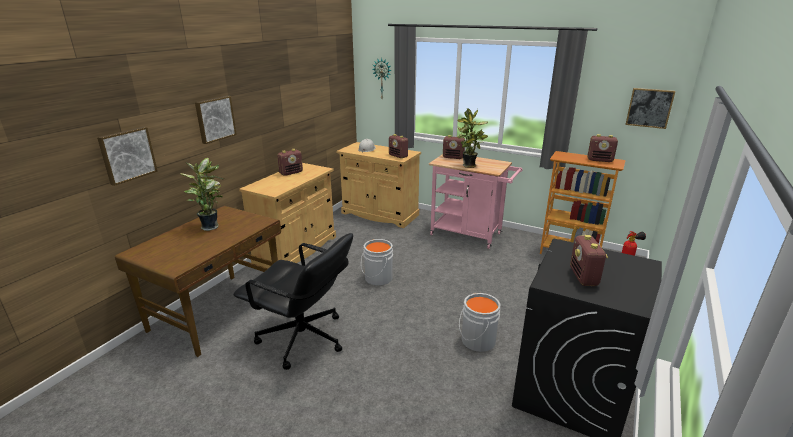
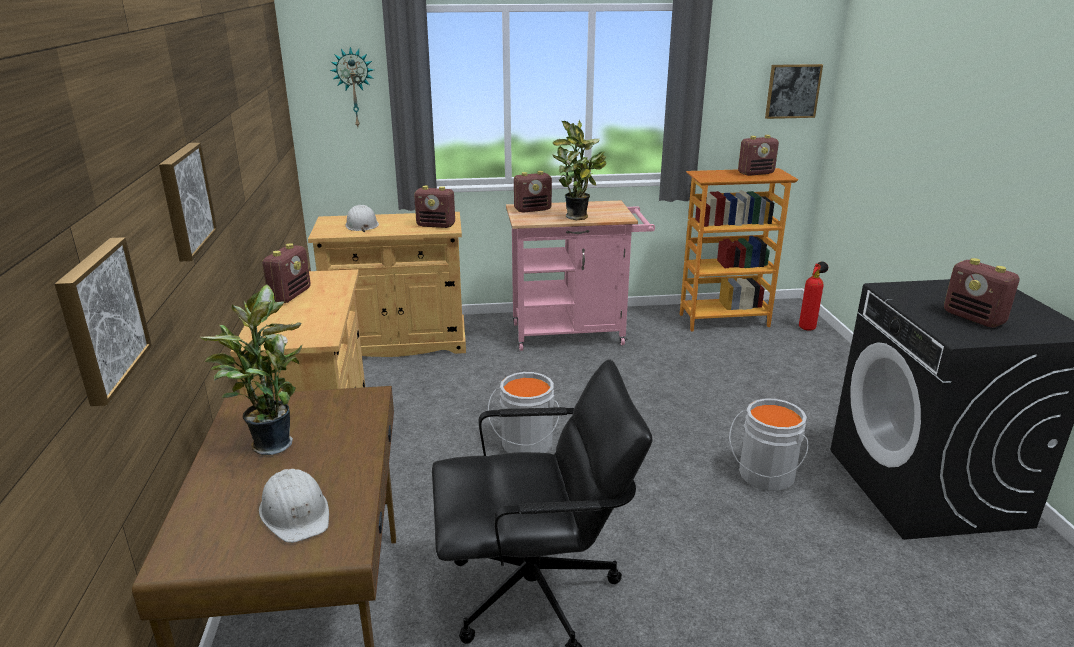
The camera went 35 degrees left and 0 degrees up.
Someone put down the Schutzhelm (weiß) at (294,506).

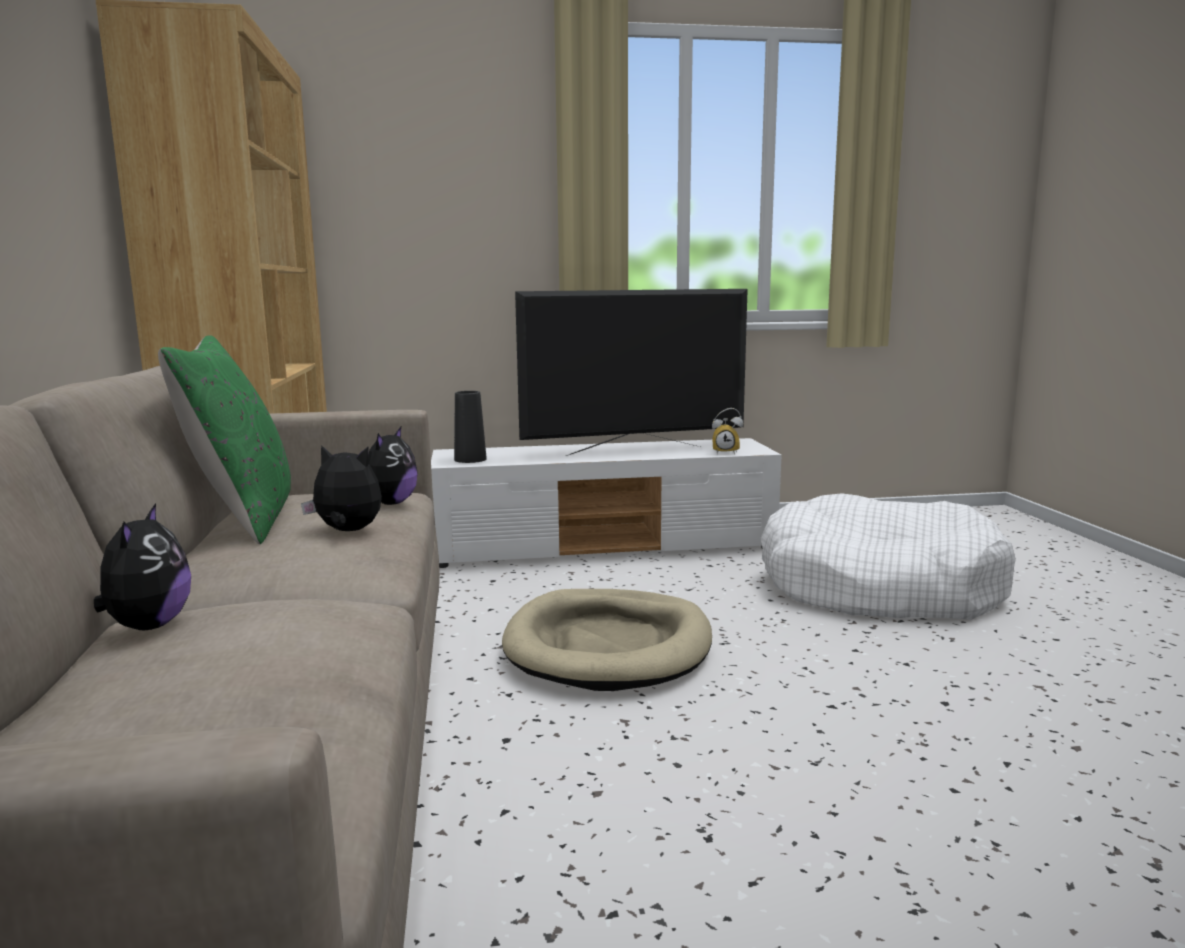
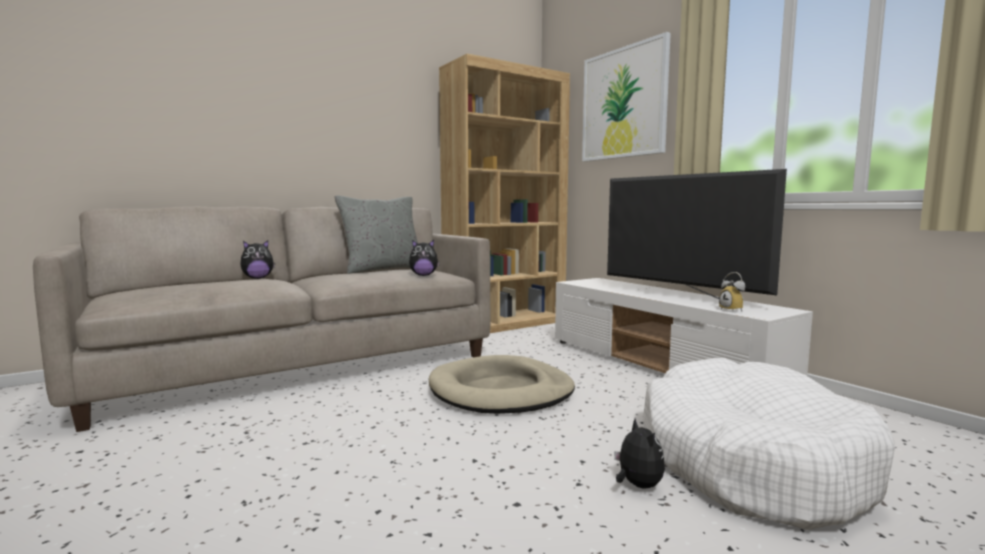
The camera went 65 degrees right and 5 degrees down.
Someone took away the Vase (schwarz) at (470,427).
Someone put up the Bild at (626,97).
Someone carried the Plüschtier from (341,488) to (639,453).
Someone repainted the Kissen (grün) at (224,439), which became the Kissen (grau) at (376,235).

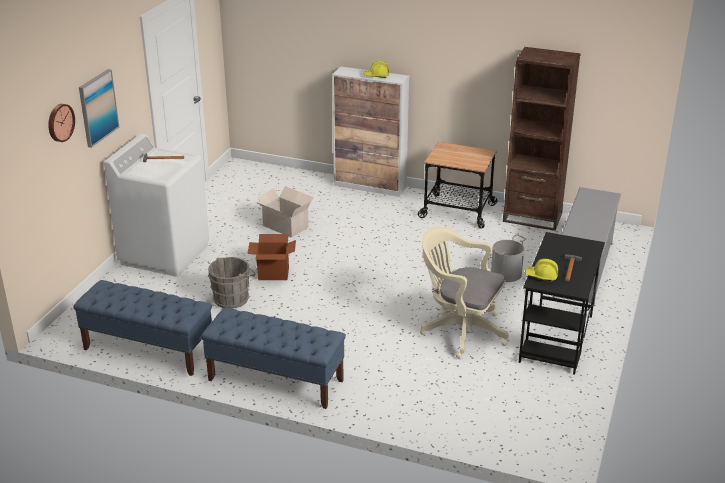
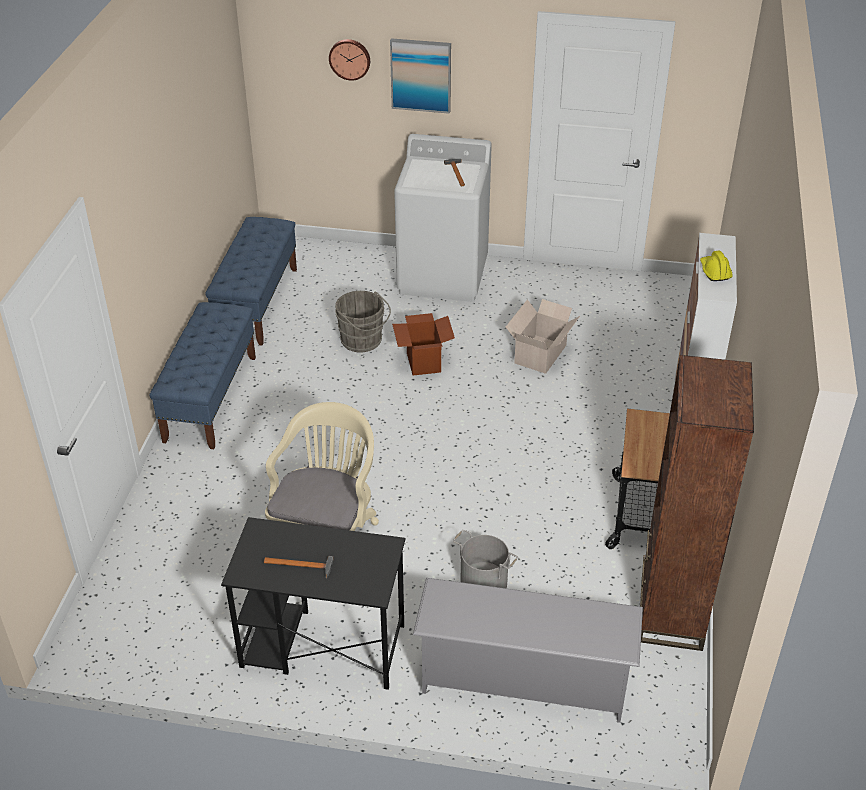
The camera went 80 degrees right and 10 degrees up.
Someone took away the Schutzhelm (gelb) at (541,270).

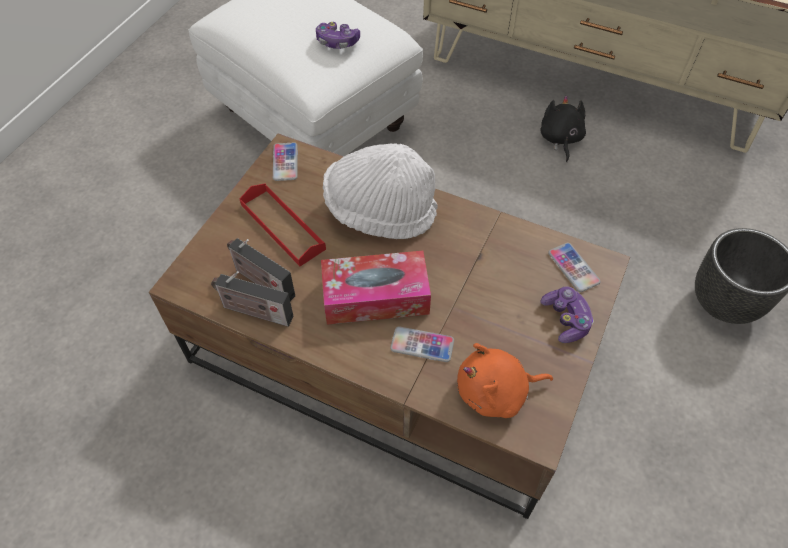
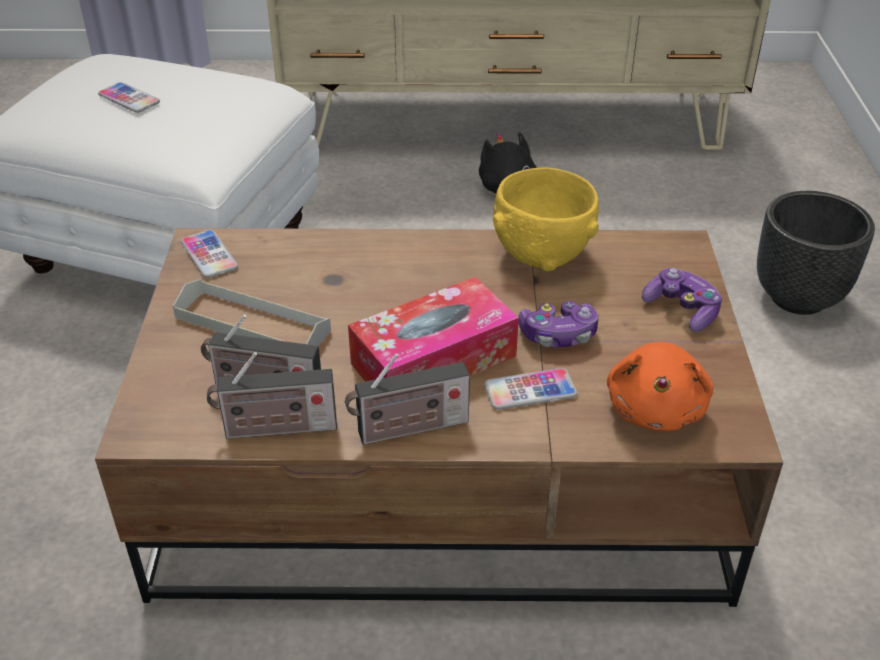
The camera went 25 degrees left and 15 degrees down.
Someone took away the Hut (weiß) at (380,191).
Someone put down the Radio at (407,399).
Someone put down the Schüssel (gelb) at (546,219).
Someone carried the Gamepad from (338,35) to (558,324).
Someone carried the Handy from (574,267) to (129,97).
Someone repainted the Tablett (rot) at (282,224), which became the Tablett (grau) at (252,313).
Someone rotated the Plüschtier (orange) at (505,380) by 45 degrees counterclockwise.

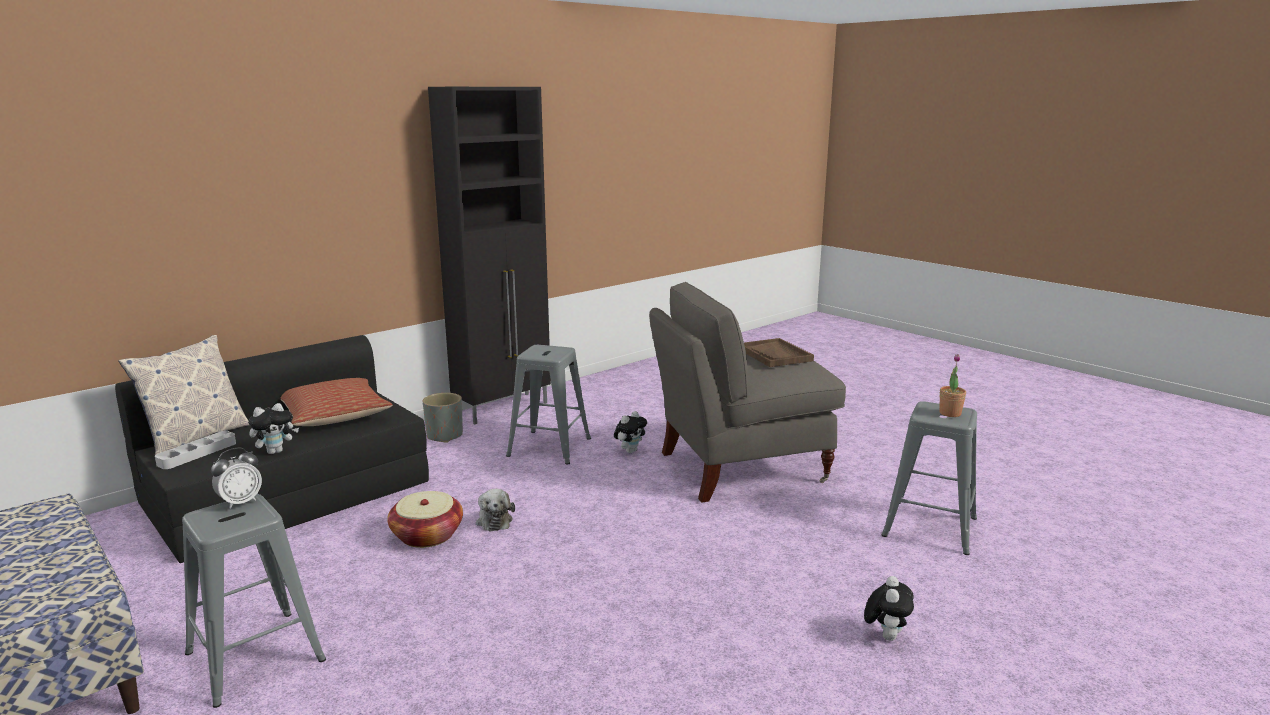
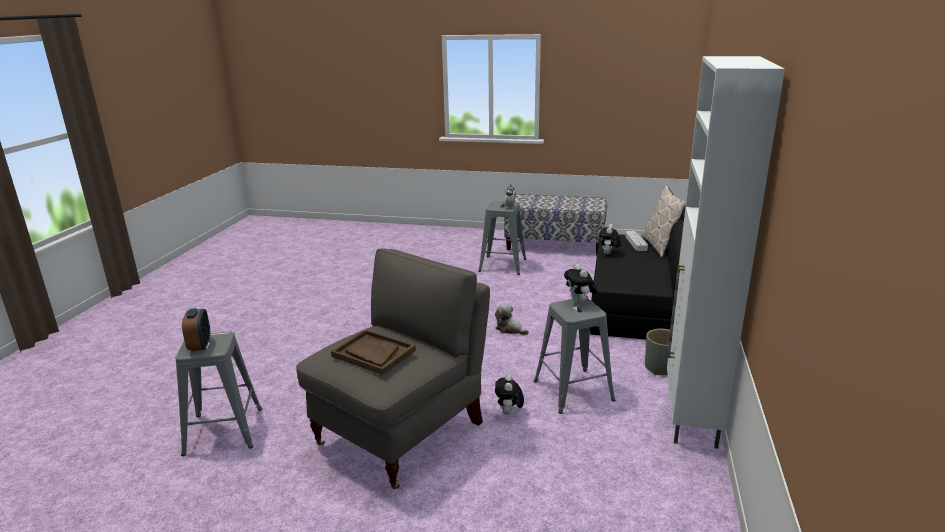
The camera went 145 degrees right and 5 degrees up.
Someone took away the Kissen at (337,402).
Someone took away the Korb at (425,519).
Someone carried the Plüschtier from (889,608) to (580,284).
Someone swapped the Topfpflanze at (952,385) for the Wecker at (196,329).
Someone repainted the Schrank (schwarz) at (489,255), which became the Schrank (weiß) at (726,252).

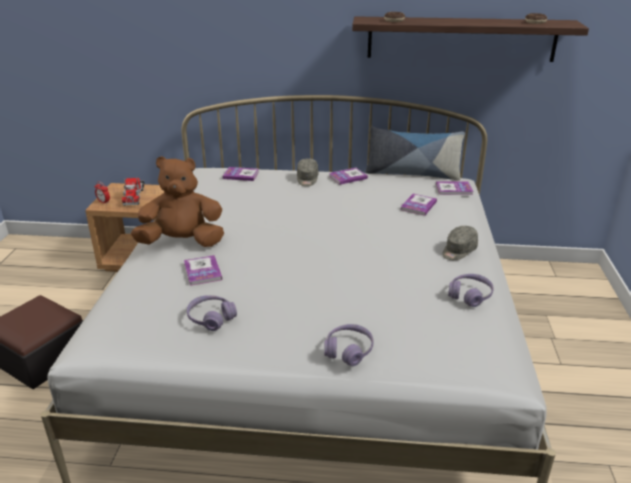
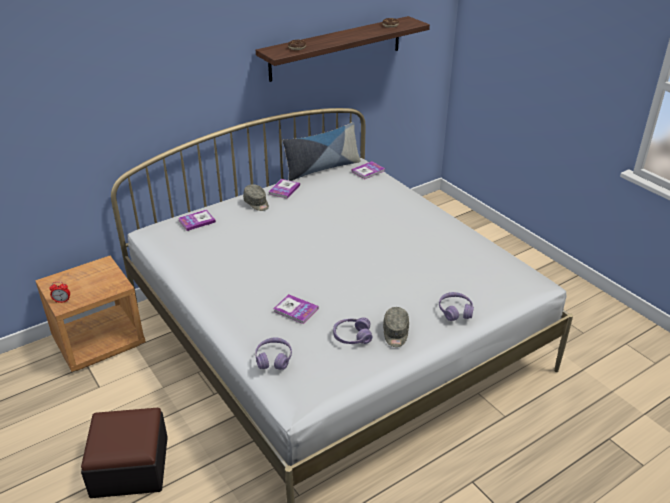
The camera went 40 degrees left and 5 degrees up.
Someone took away the Spielzeuglaster at (133,192).
Someone took away the Plüschtier (braun) at (177,201).
Someone took away the Buch at (419,204).
Someone carried the Kappe (grau) from (460,243) to (396,327).
Someone carried the Kopfhörer (lila) from (471,290) to (273,354).

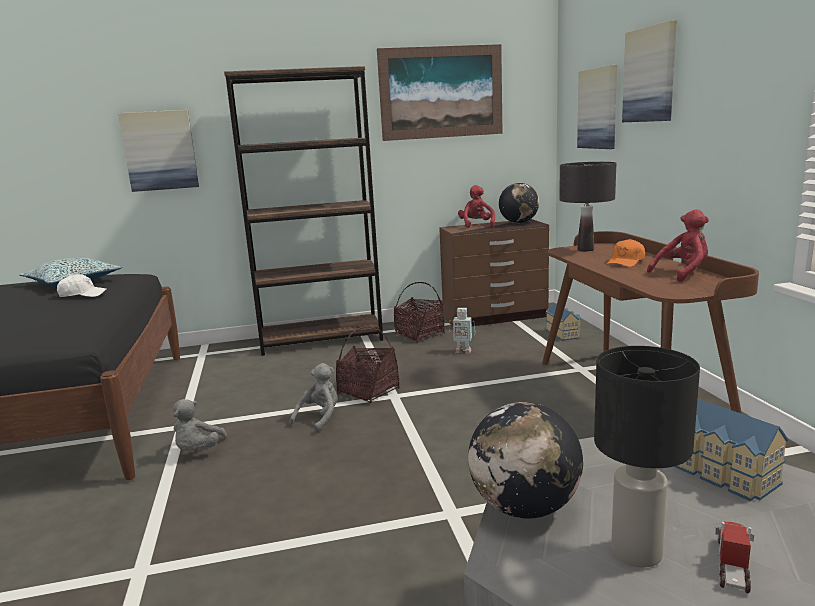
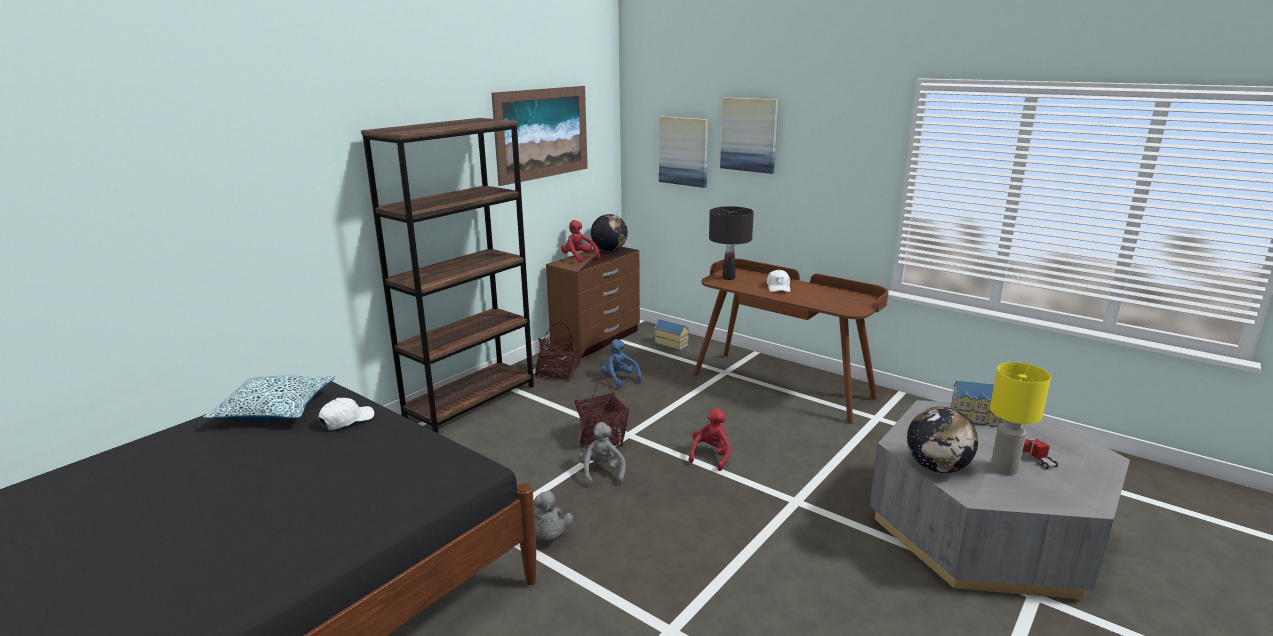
The camera went 40 degrees left and 5 degrees up.
Someone took away the Bild at (158,151).
Someone carried the Plüschtier (rot) from (678,245) to (710,439).
Someone swapped the Spielzeugroboter at (462,331) for the Plüschtier (blau) at (621,363).
Someone repainted the Tischlampe (schwarz) at (647,457), which became the Tischlampe (gelb) at (1020,418).
Someone repainted the Kappe (orange) at (625,253), which became the Kappe (weiß) at (778,281).

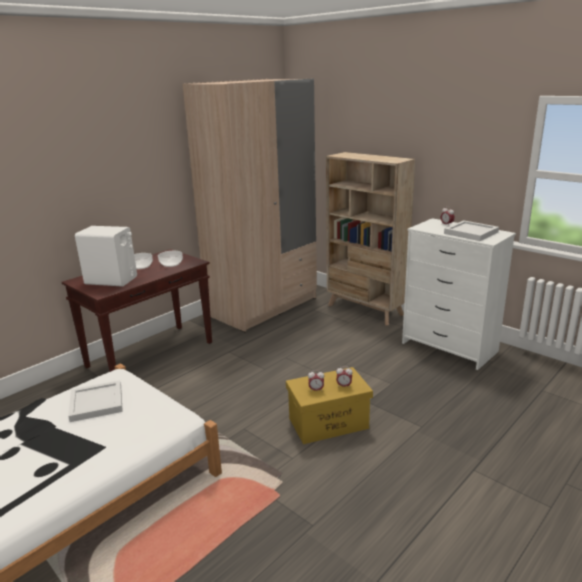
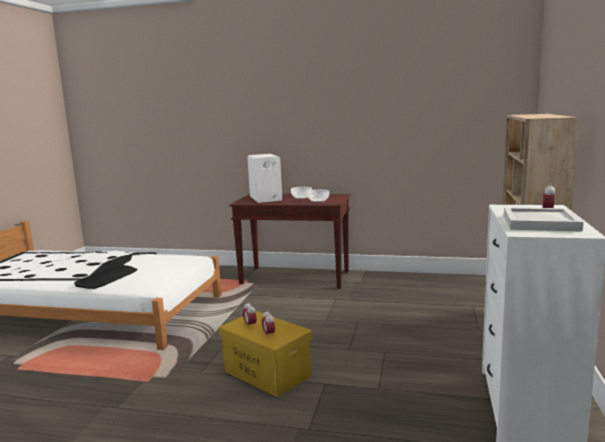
The camera went 60 degrees right and 10 degrees down.
Someone took away the Tablett (weiß) at (95,401).
Someone took away the Kleiderschrank (beige) at (249,205).
Someone put down the Tastatur at (105,276).

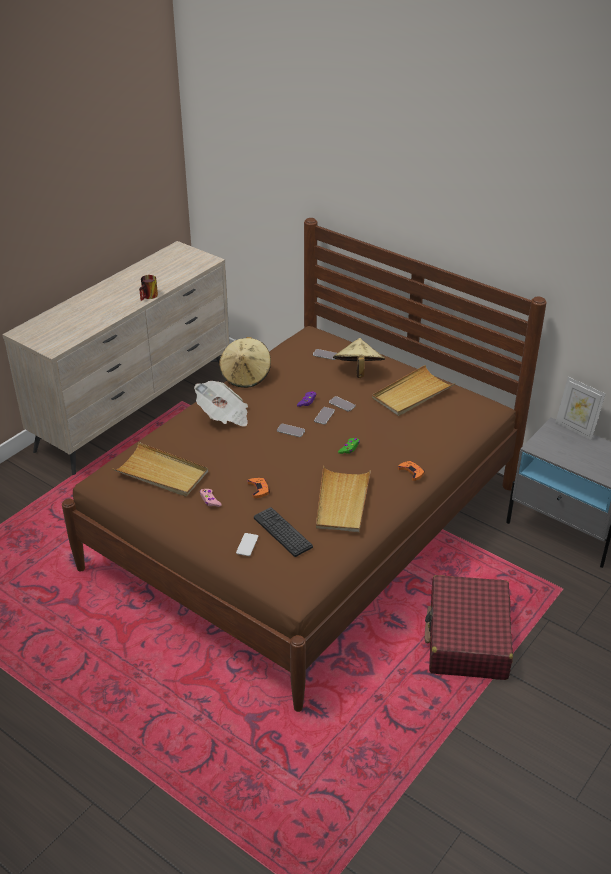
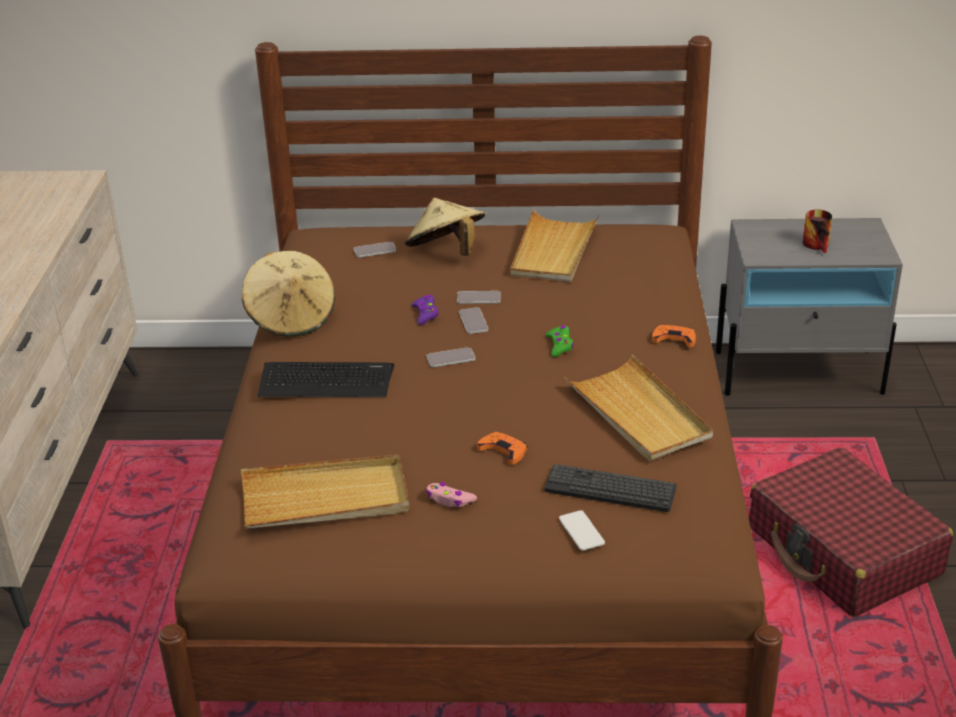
The camera went 35 degrees left and 5 degrees down.
Someone took away the Bilderrahmen at (580,408).
Someone carried the Henkelbecher from (148,288) to (817,231).
Someone swapped the Zeitung at (221,404) for the Tastatur at (326,379).

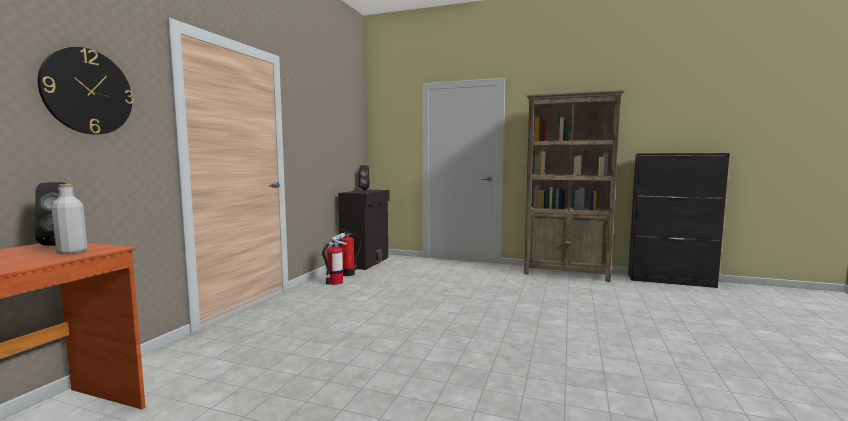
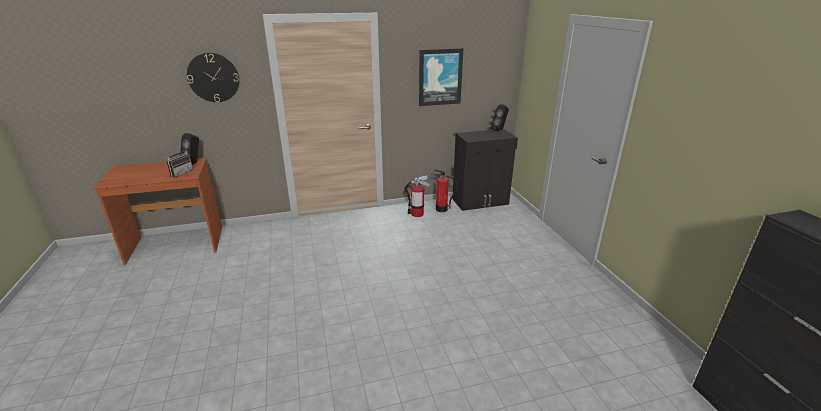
The camera went 55 degrees right and 20 degrees up.
Someone took away the Bücherregal (braun) at (574,186).
Someone put up the Bild at (441,77).
Someone swapped the Flasche (grau) at (69,219) for the Radio at (180,163).

